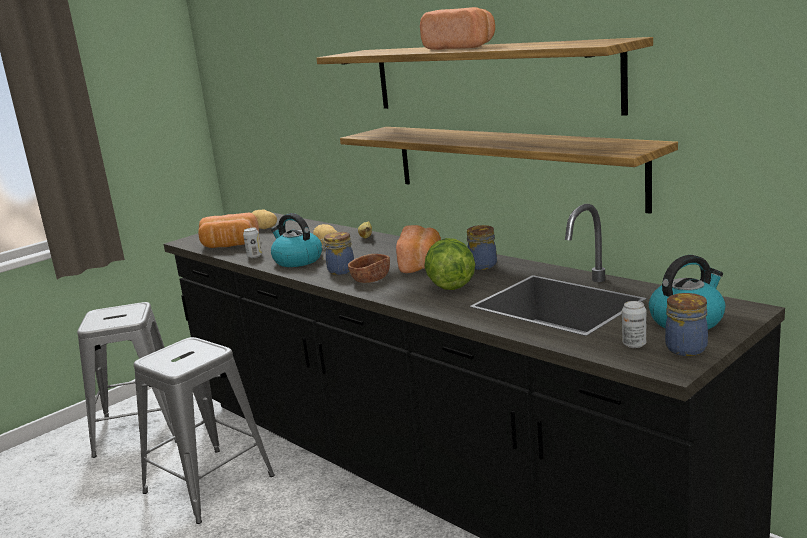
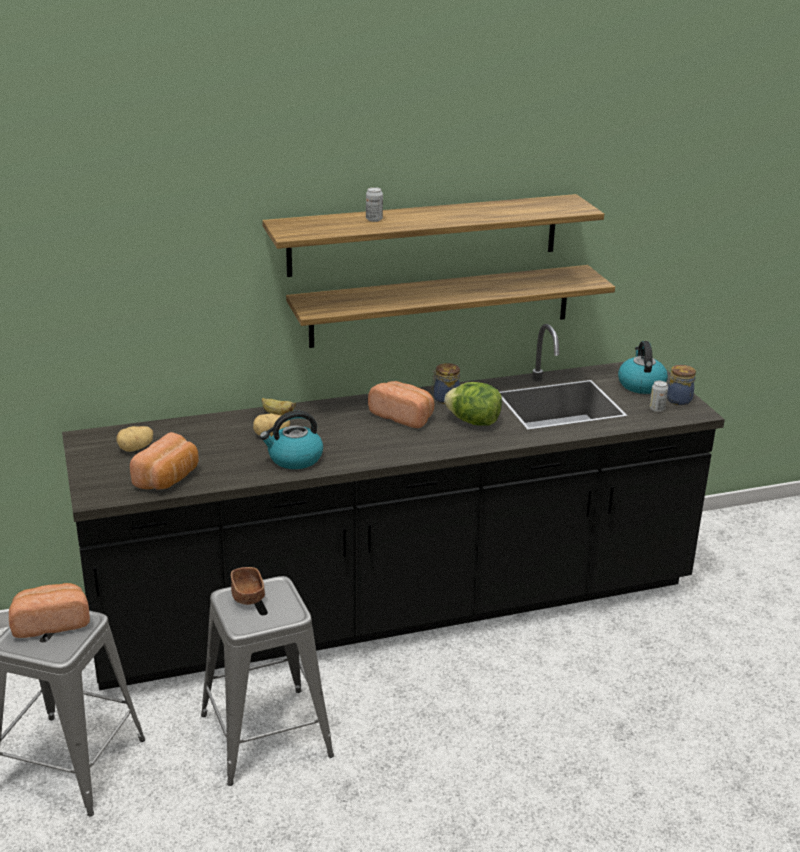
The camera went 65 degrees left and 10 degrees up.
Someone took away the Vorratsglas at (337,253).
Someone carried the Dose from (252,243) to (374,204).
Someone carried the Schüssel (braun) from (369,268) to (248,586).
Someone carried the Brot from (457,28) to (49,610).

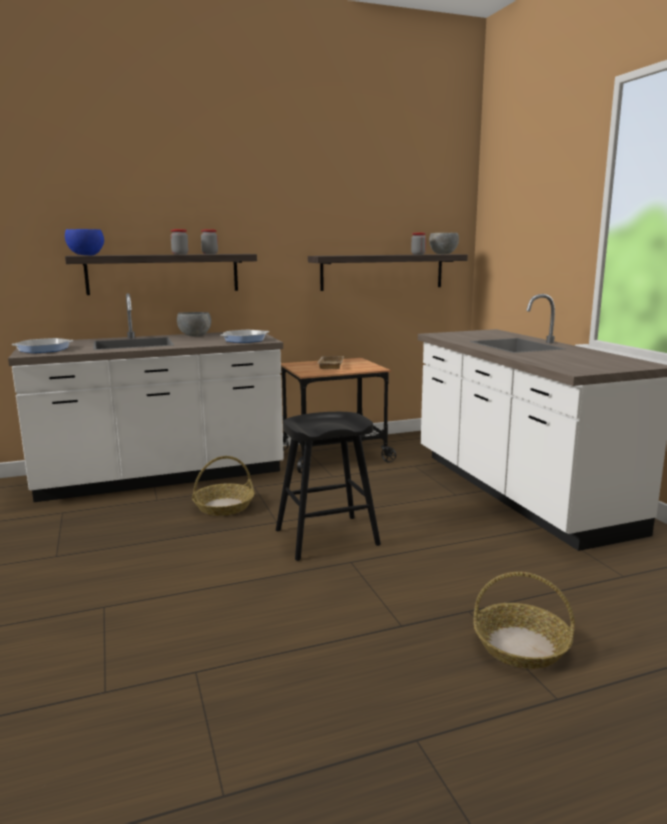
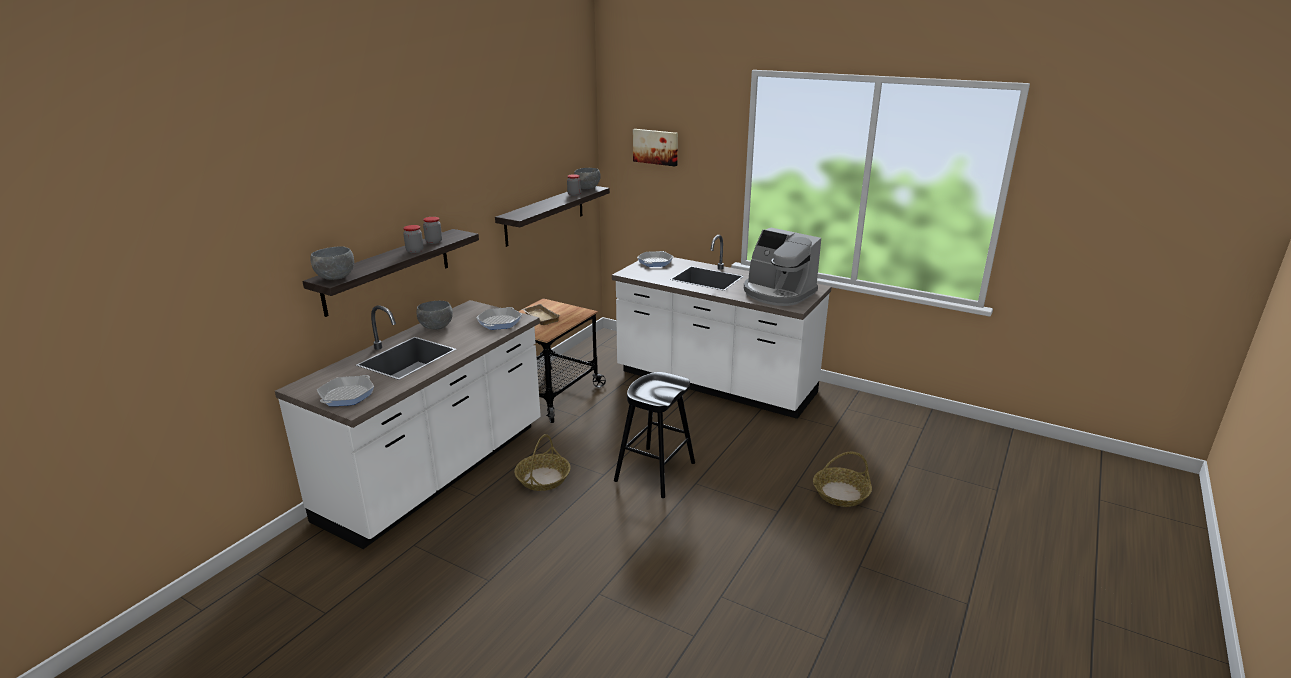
The camera went 40 degrees left and 10 degrees up.
Someone put up the Bild at (655,147).
Someone put down the Pfanne at (655,259).
Someone put down the Kaffeemaschine at (782,267).
Someone repainted the Schüssel (blau) at (84,242), which became the Schüssel (grau) at (332,263).

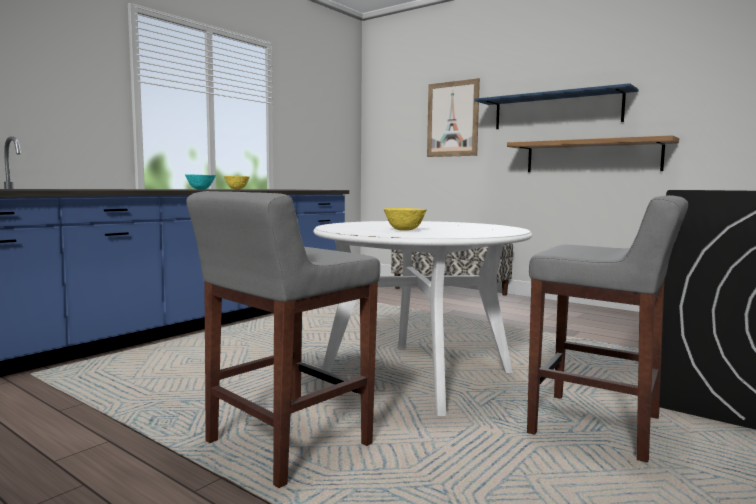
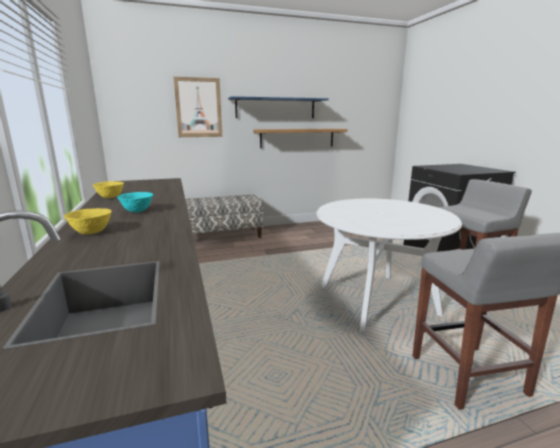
The camera went 55 degrees left and 10 degrees up.
Someone carried the Schüssel (gelb) from (405,219) to (88,221).

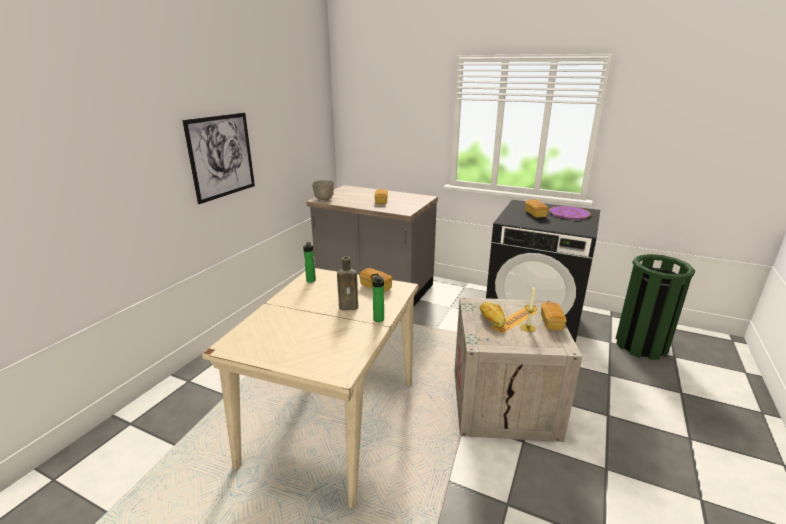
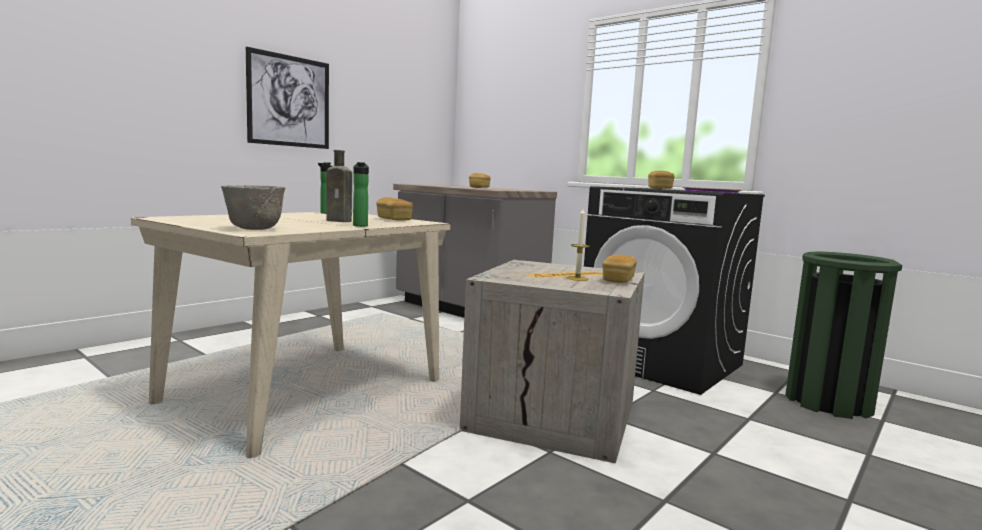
The camera went 15 degrees right and 15 degrees down.
Someone took away the Brot at (492,315).
Someone carried the Schüssel (grau) from (323,190) to (253,207).

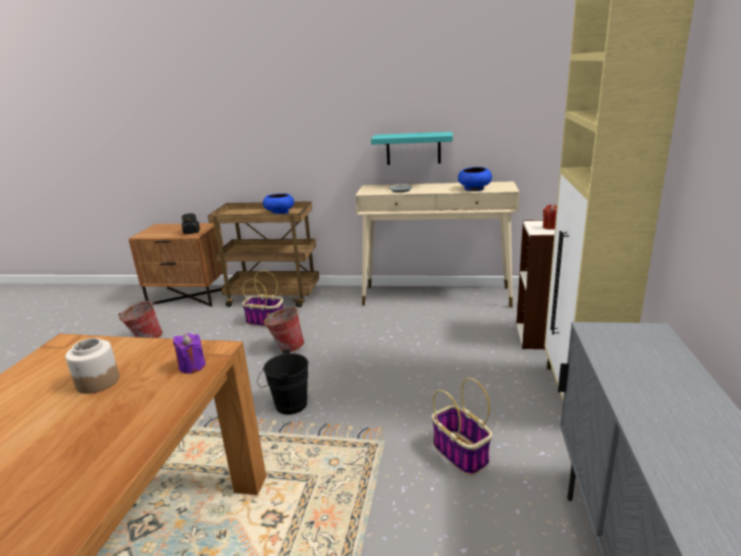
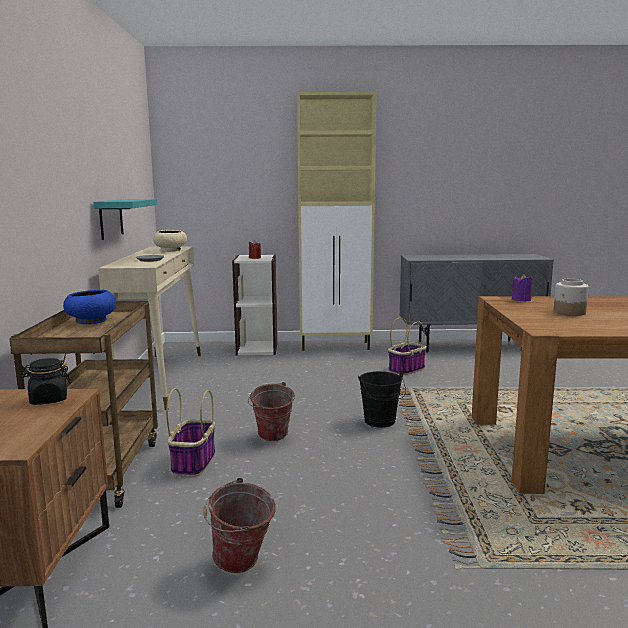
The camera went 100 degrees left and 10 degrees down.
Someone repainted the Schüssel (blau) at (475,179), which became the Schüssel (beige) at (170,241).

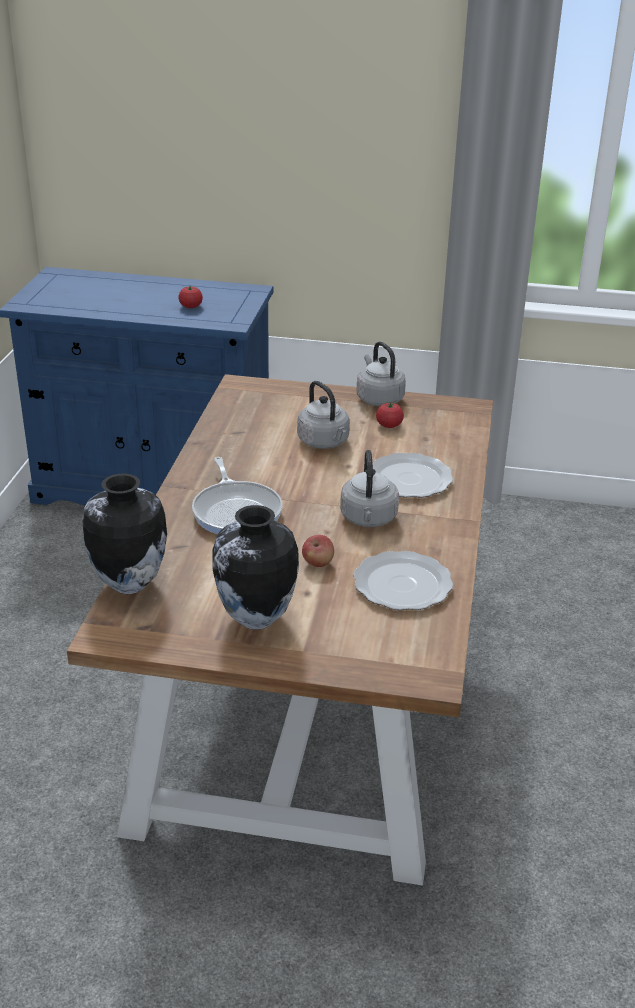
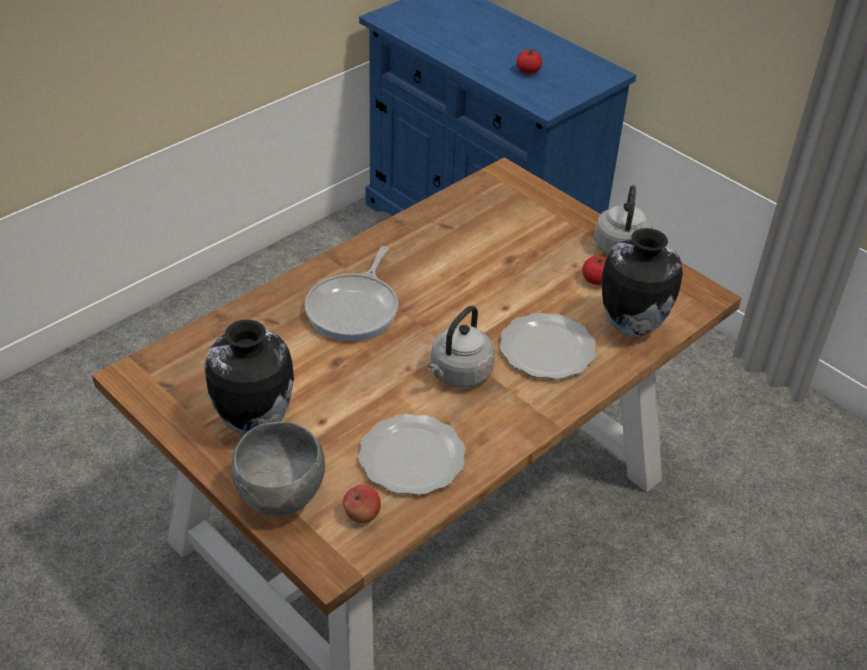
The camera went 35 degrees right and 10 degrees up.
Someone took away the Wasserkessel (grau) at (323,415).
Someone put down the Schüssel (grau) at (278,469).
Someone carried the Vase from (124,533) to (642,283).
Someone carried the Apfel from (318,551) to (362,504).

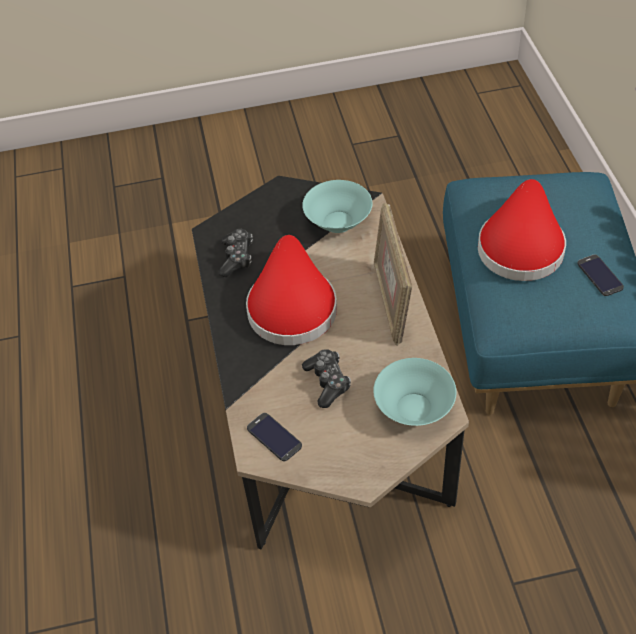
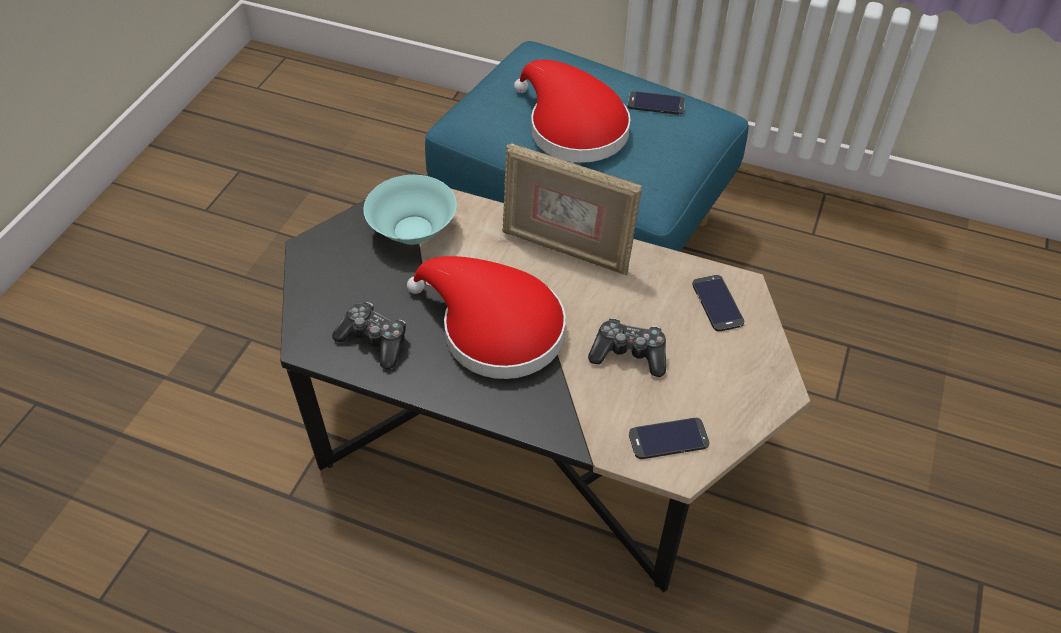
The camera went 60 degrees left and 0 degrees up.
Someone swapped the Schüssel (türkis) at (414,392) for the Handy at (718,303).

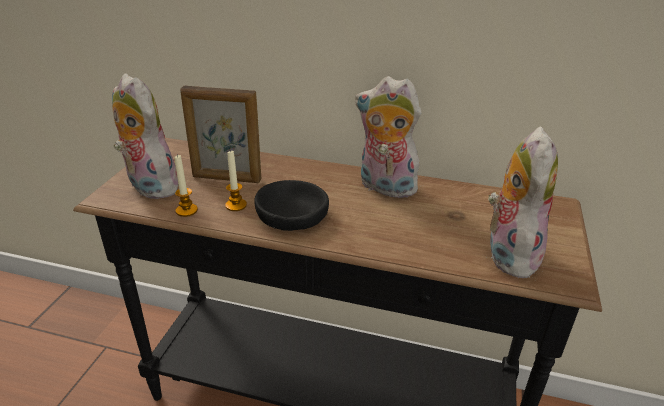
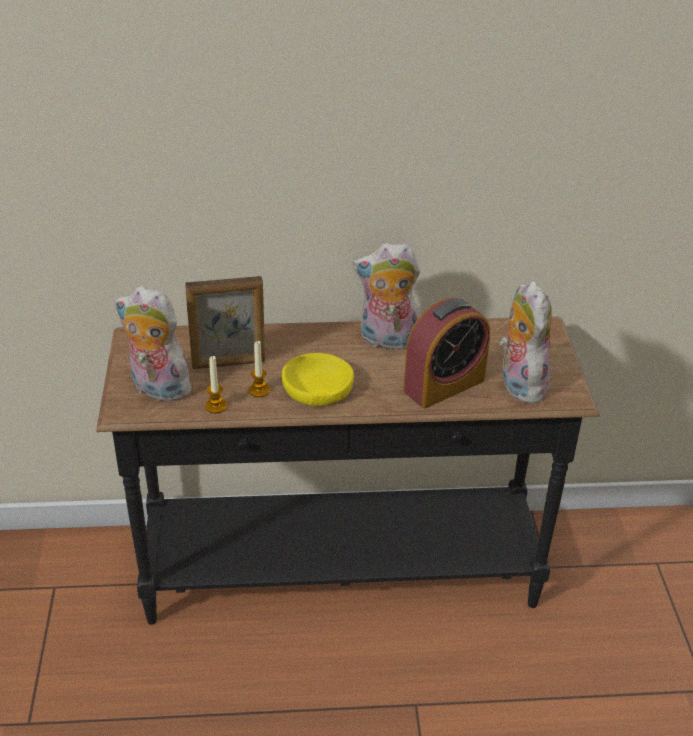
The camera went 20 degrees left and 5 degrees up.
Someone put down the Wecker at (447,353).
Someone repainted the Schüssel (schwarz) at (291,205), which became the Schüssel (gelb) at (318,379).

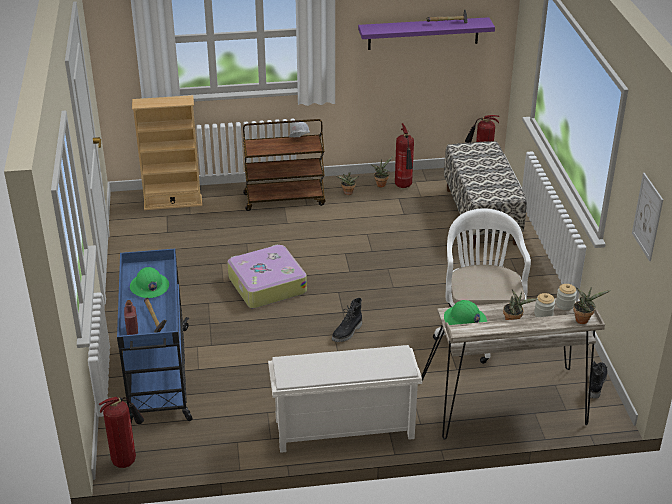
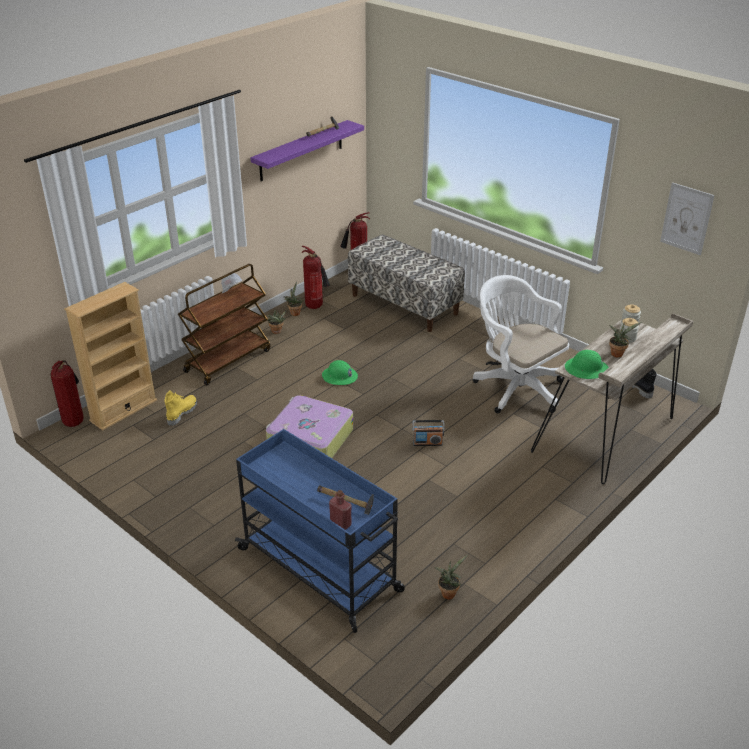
The camera went 40 degrees left and 0 degrees up.
Someone took away the Schuhregal (weiß) at (345,399).
Someone put down the Stiefel (gelb) at (180,408).
Someone carried the Feuerlöscher from (121,432) to (67,393).
Someone carried the Schutzhelm (grün) from (149,282) to (340,372).
Someone carried the Topfpflanze from (592,305) to (451,577).
Someone swapped the Stiefel (schwarz) at (347,320) for the Radio at (428,433).

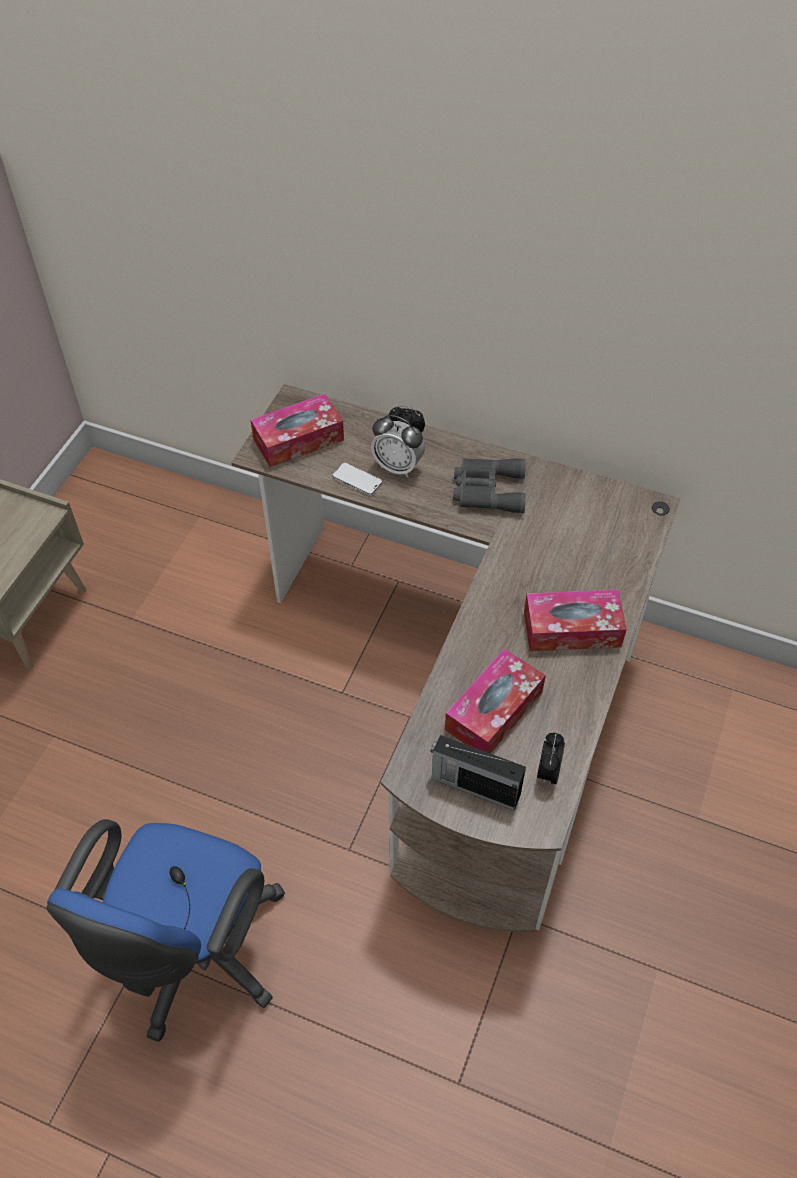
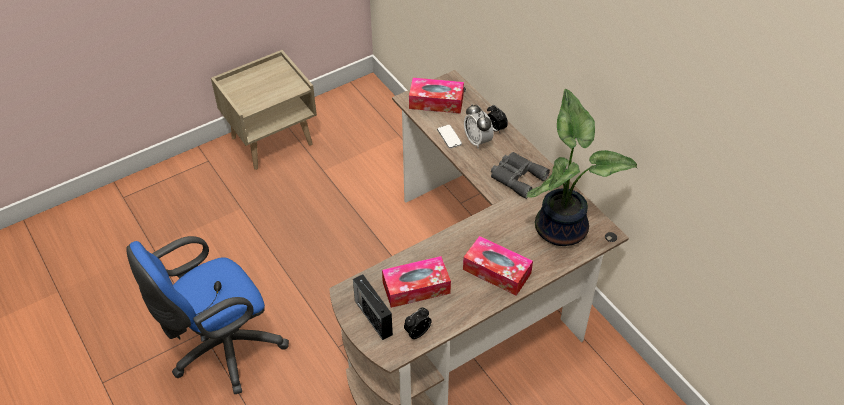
The camera went 35 degrees right and 5 degrees down.
Someone put down the Topfpflanze at (582,167).

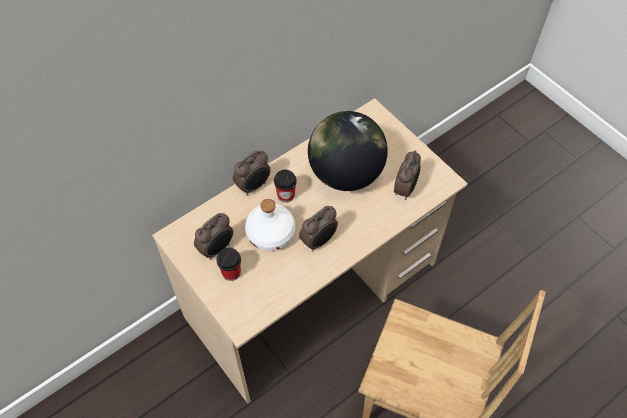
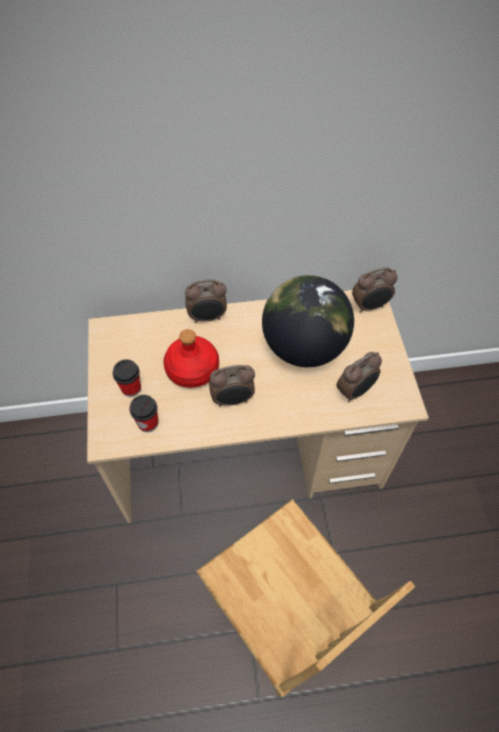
The camera went 30 degrees right and 0 degrees up.
Someone carried the Wecker from (213,236) to (375,290).
Someone carried the Tasse from (285,186) to (143,413).
Someone repainted the Flasche (weiß) at (270,225), which became the Flasche (rot) at (191,358).

